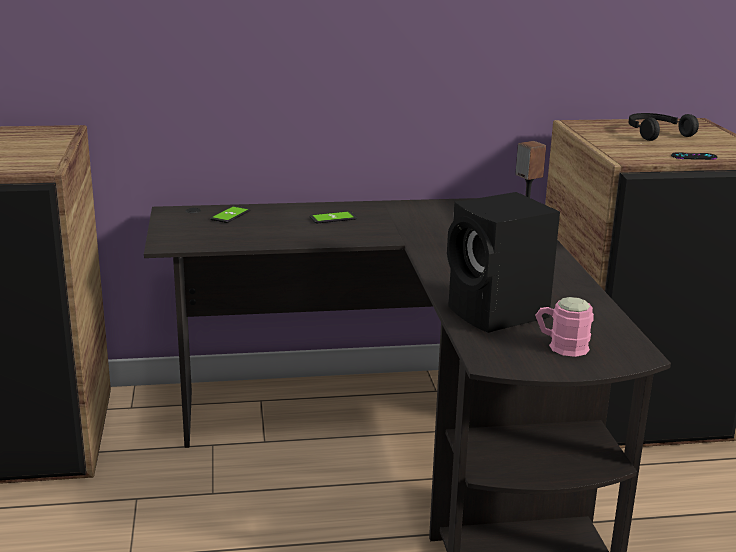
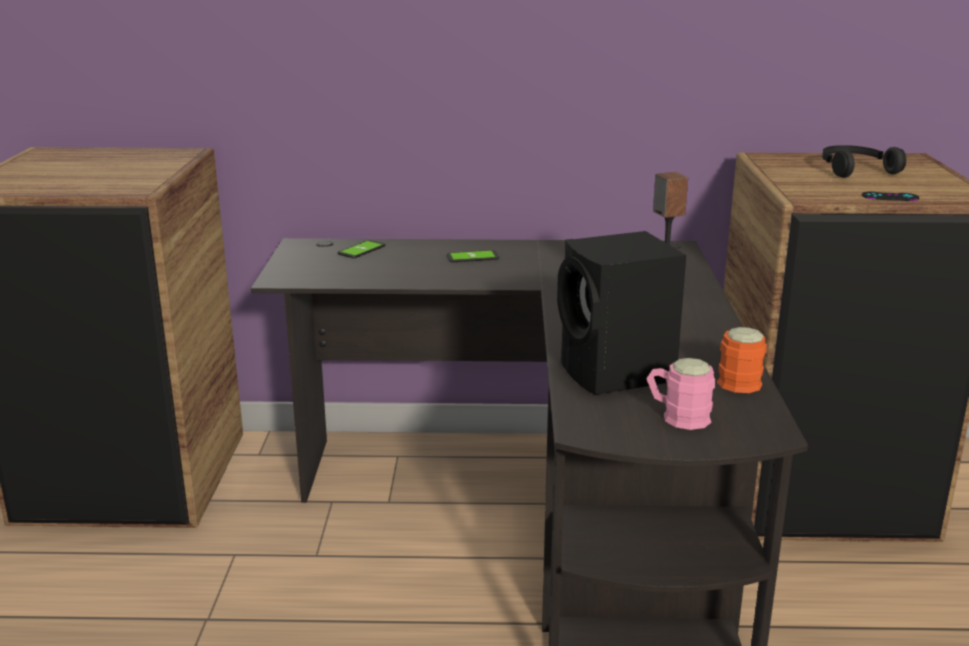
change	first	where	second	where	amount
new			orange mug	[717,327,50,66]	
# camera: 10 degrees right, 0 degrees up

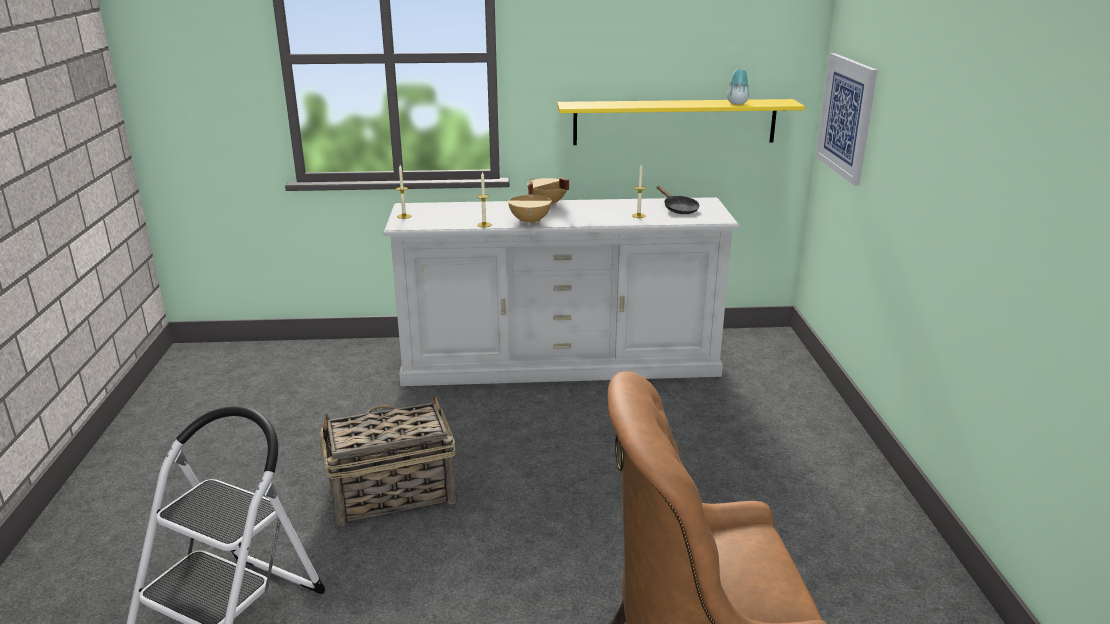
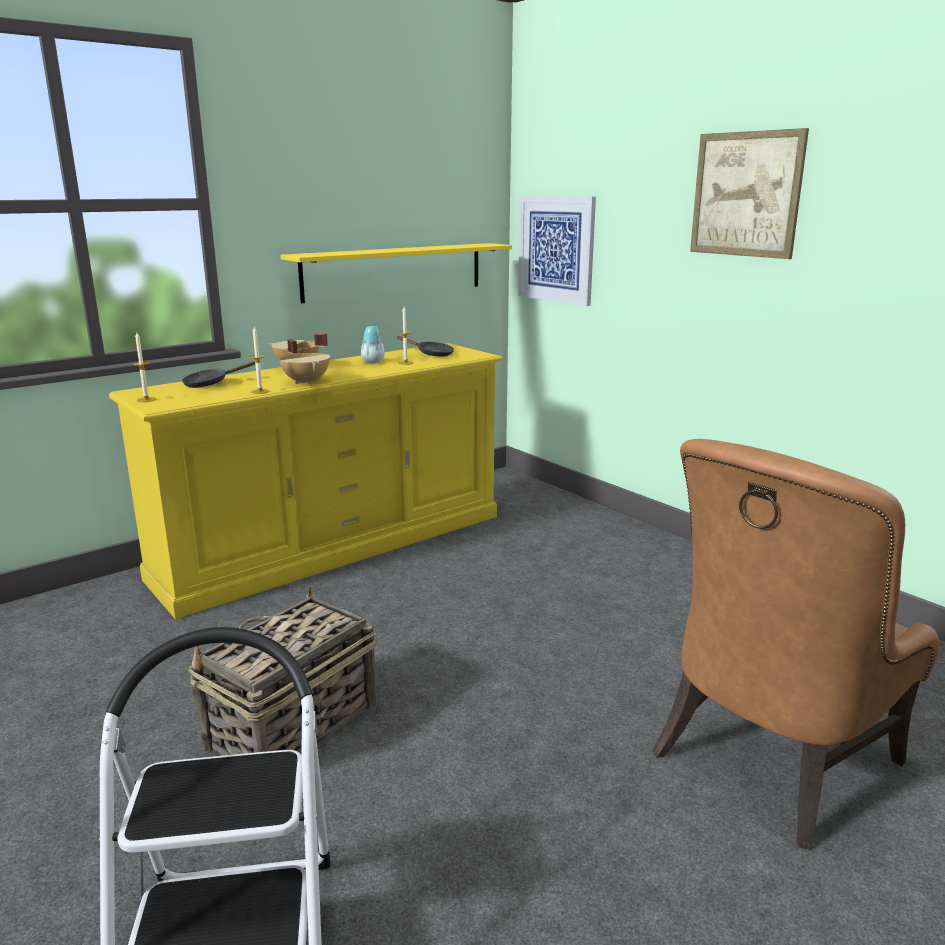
change	first	where	second	where	amount
shifted	vase	[727,70,22,34]		[361,326,24,37]	
repainted	white cabinet	[383,197,357,189]	yellow cabinet	[109,343,394,276]	
new			picture	[690,128,119,131]	
new			black frying pan	[182,361,73,27]	
# camera: 35 degrees left, 5 degrees down

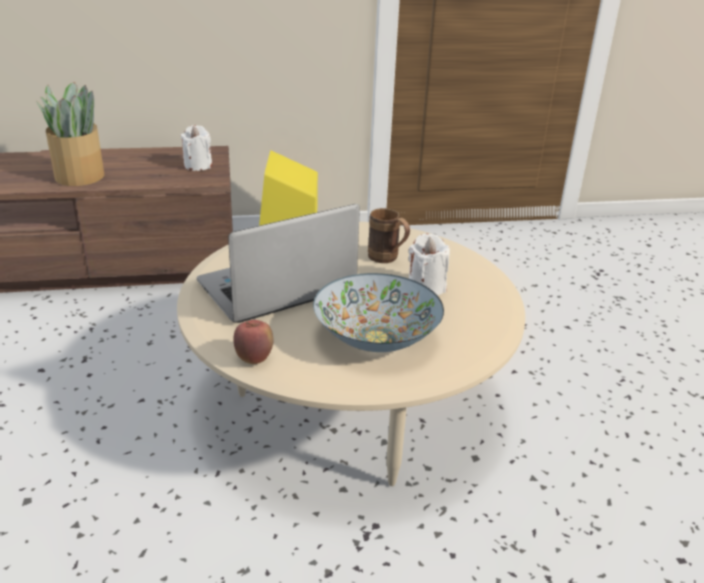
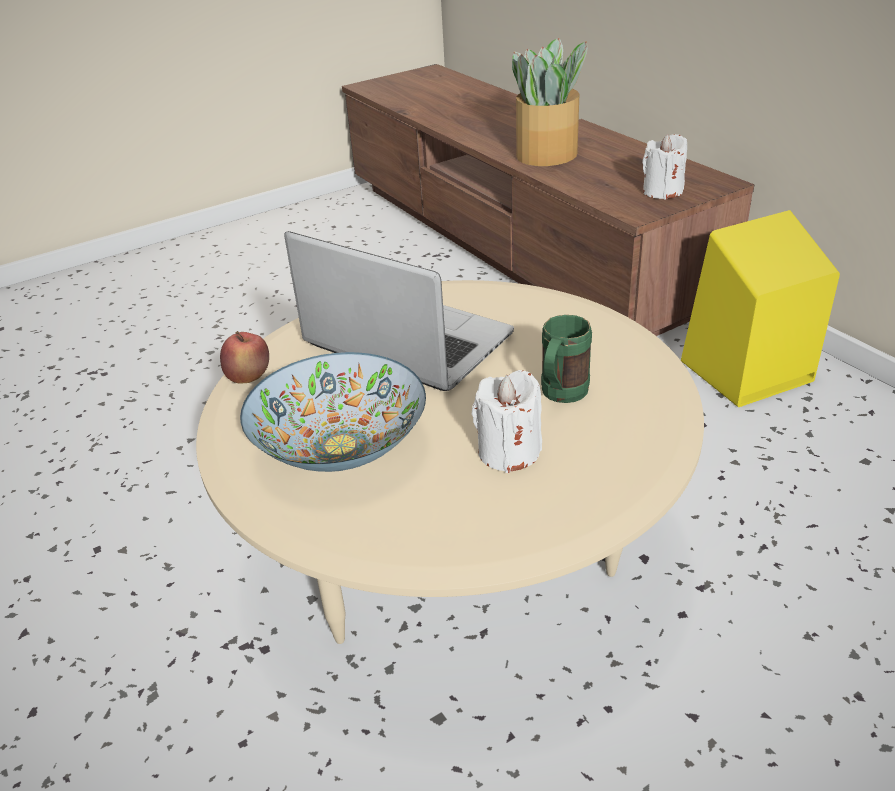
change	first	where	second	where	amount
repainted	brown mug	[368,208,42,55]	green mug	[541,315,51,88]	
# camera: 70 degrees right, 5 degrees up

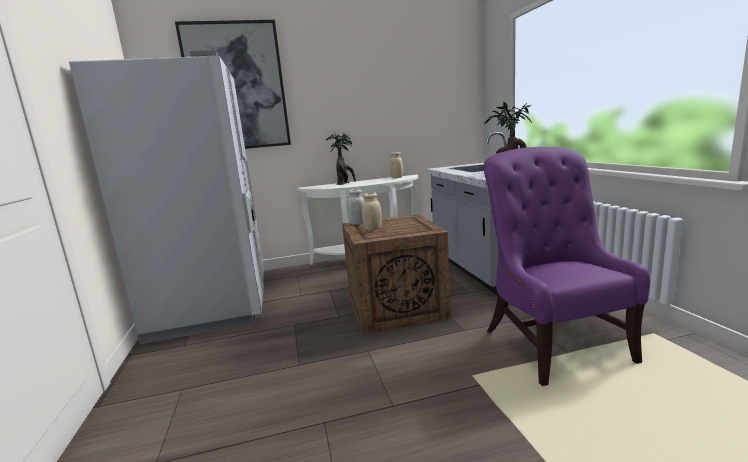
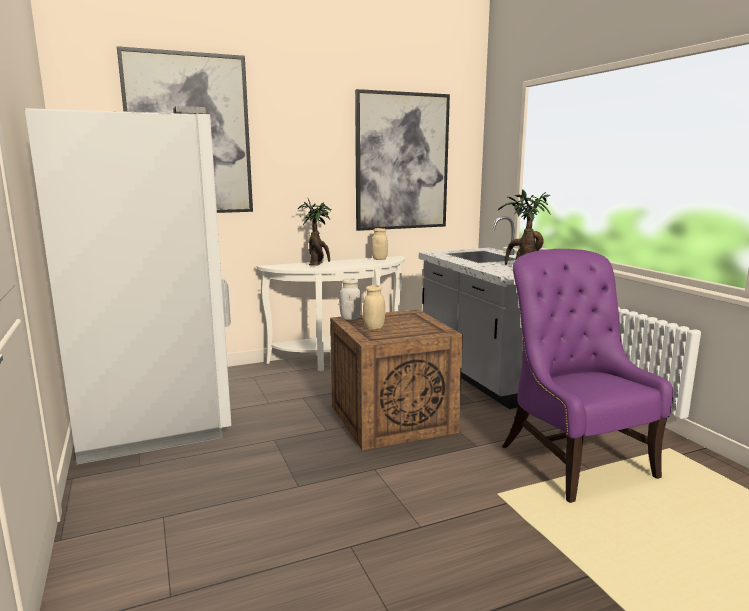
change	first	where	second	where	amount
new			picture	[355,89,95,142]	
# camera: 10 degrees left, 0 degrees up

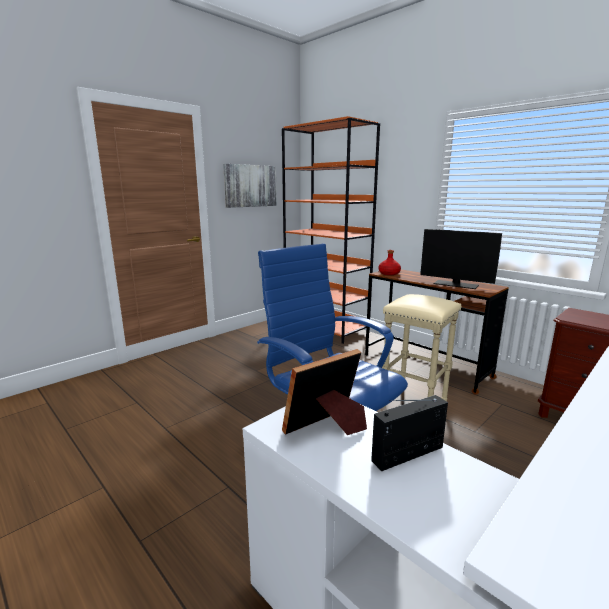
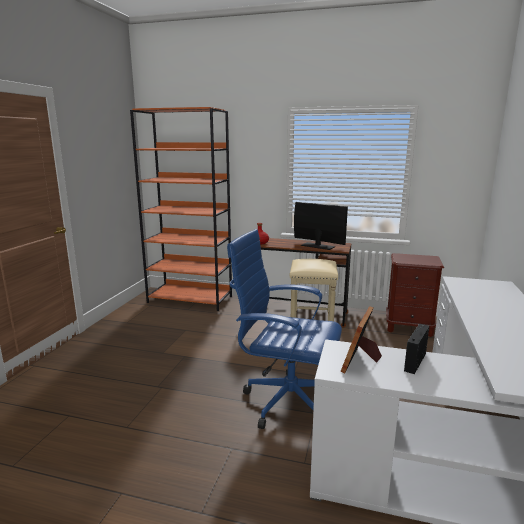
change	first	where	second	where	amount
gone	picture	[223,164,54,44]			
rotated	monitor	[420,229,82,60]		[294,202,54,48]	150 degrees counterclockwise
# camera: 30 degrees left, 0 degrees up

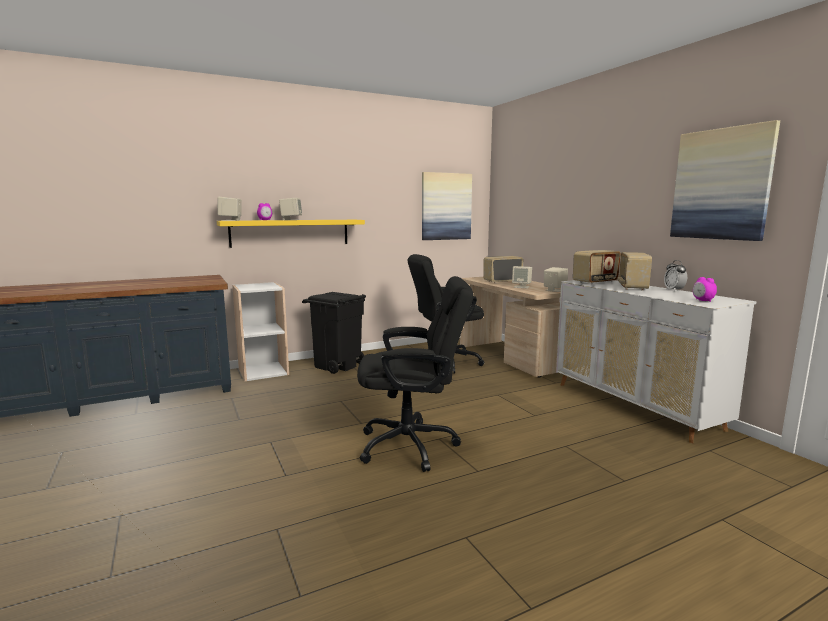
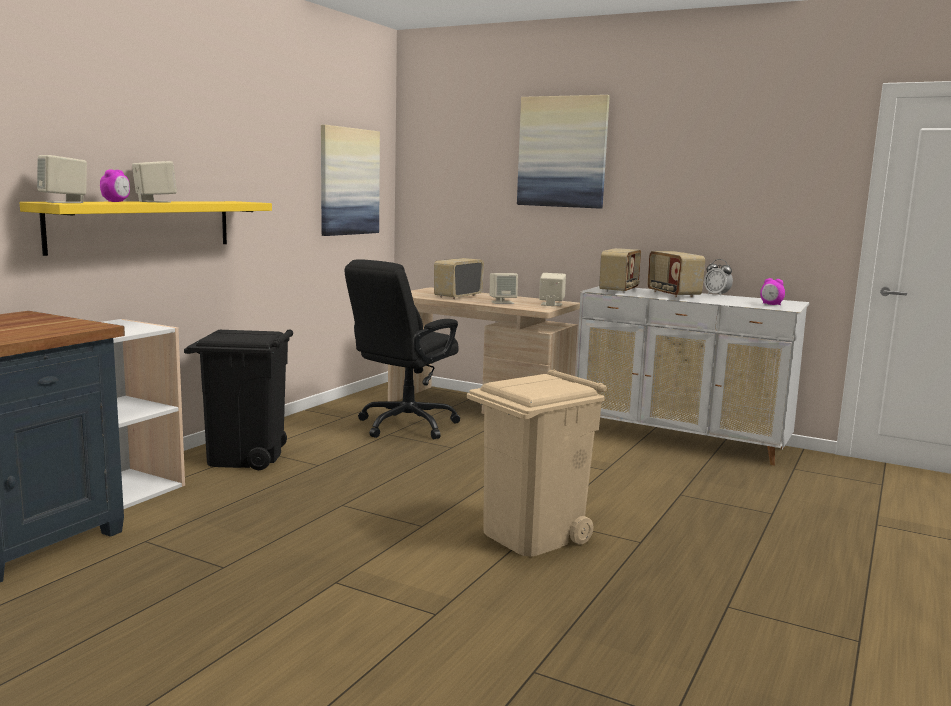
change	first	where	second	where	amount
shifted	picture	[670,120,110,121]		[517,95,93,113]	
swapped	black office chair	[357,276,117,196]	beige trash can	[467,369,140,188]	
# camera: 35 degrees left, 0 degrees up

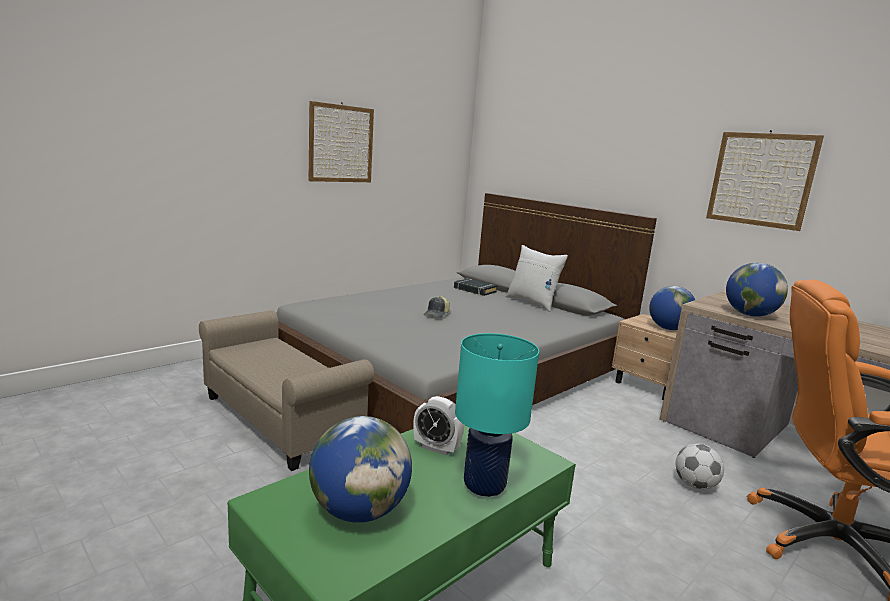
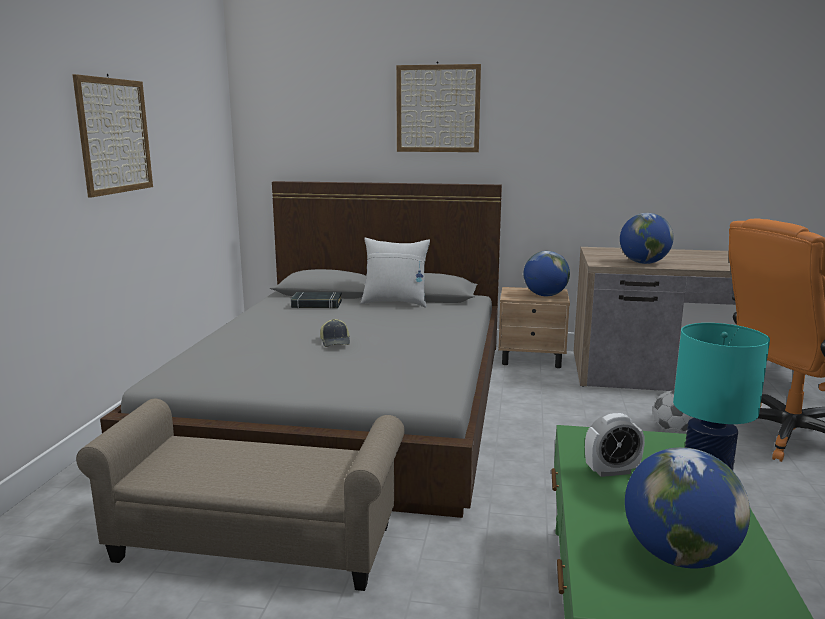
change	first	where	second	where	amount
shifted	picture	[706,130,118,101]		[396,61,85,91]	
# camera: 35 degrees left, 0 degrees up

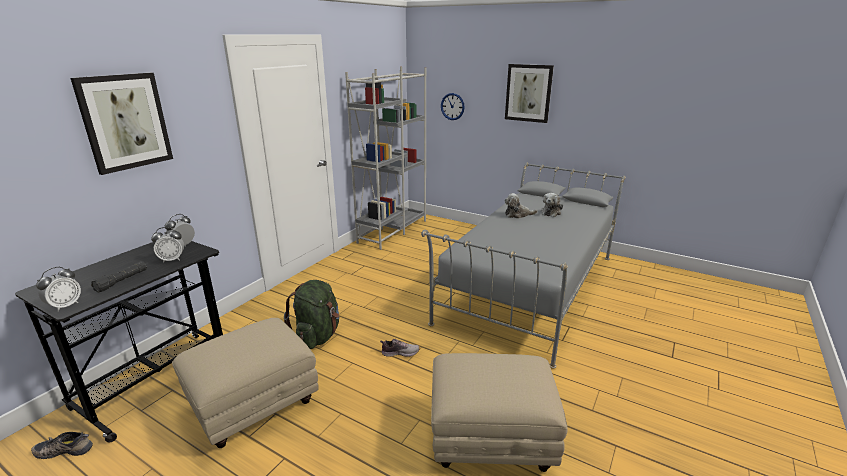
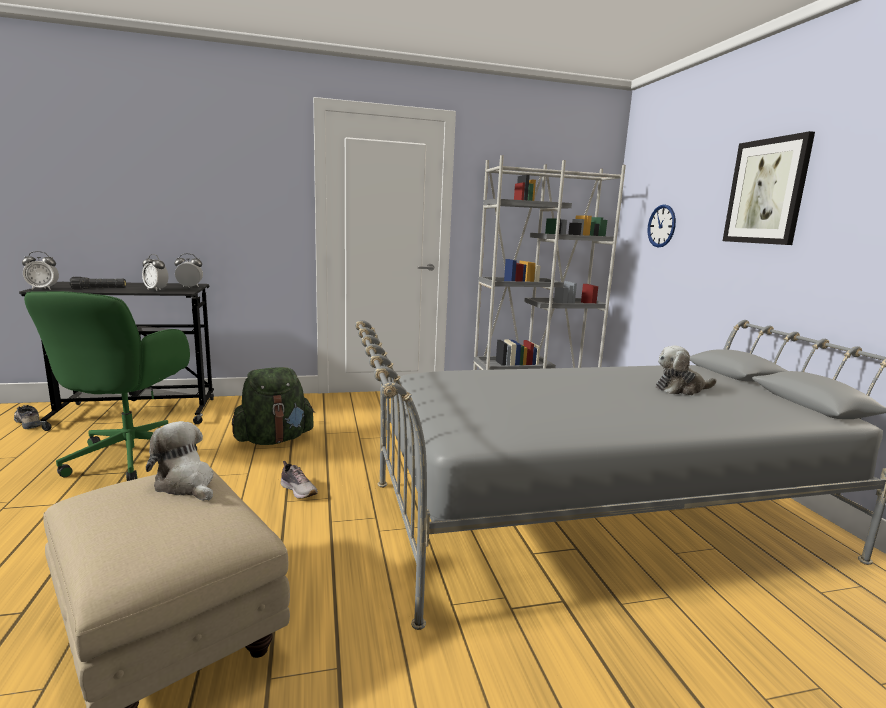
change	first	where	second	where	amount
gone	picture	[71,73,102,102]			
shifted	plush toy	[505,193,33,26]		[146,421,67,80]	
swapped	beige ottoman	[172,318,147,130]	green office chair	[24,291,173,190]	
# camera: 45 degrees right, 10 degrees down

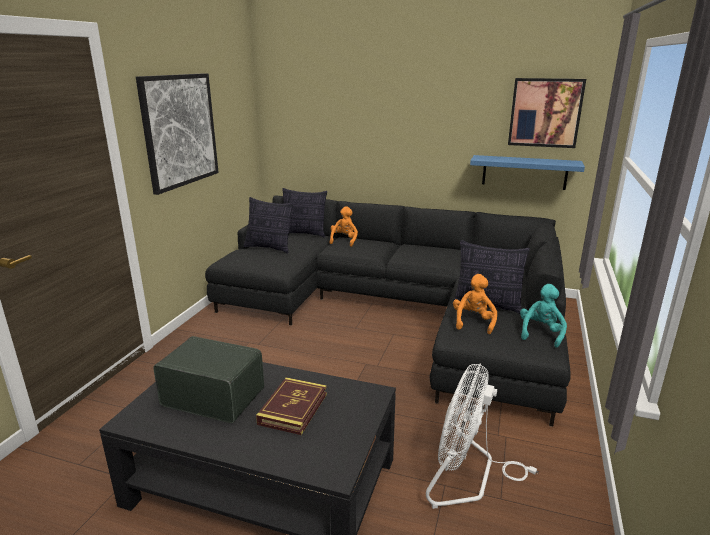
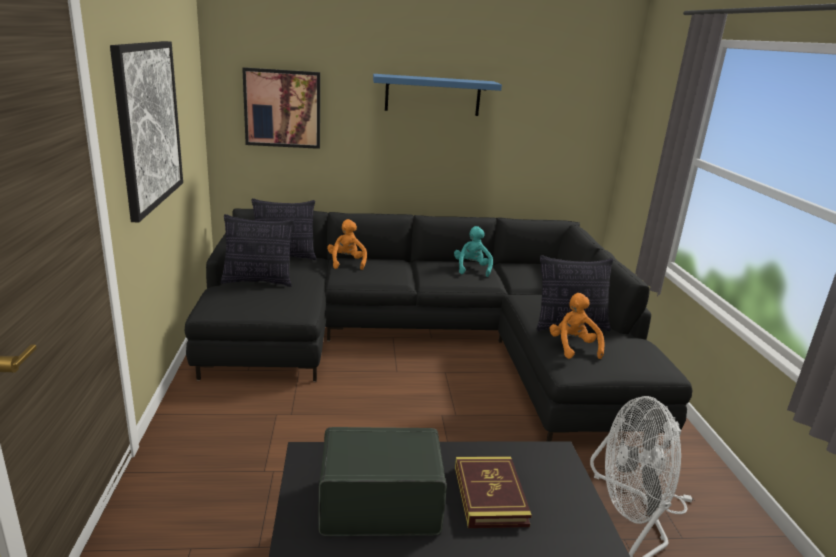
change	first	where	second	where	amount
shifted	picture	[508,78,78,70]		[242,67,78,82]	
shifted	blue shelf	[470,155,115,35]		[373,74,129,42]	
shifted	turquoise plush toy	[520,284,47,64]		[454,226,39,51]	
# camera: 25 degrees left, 0 degrees up

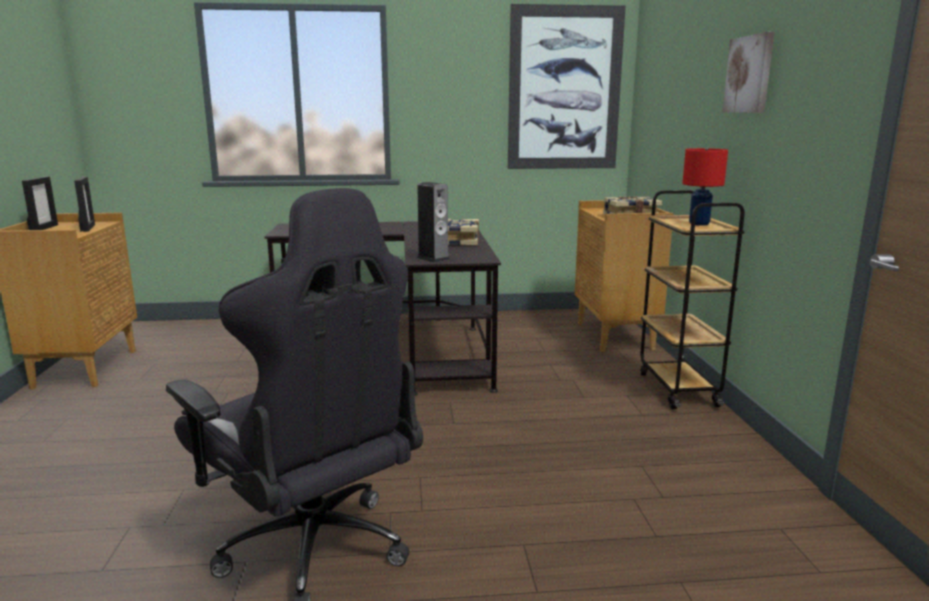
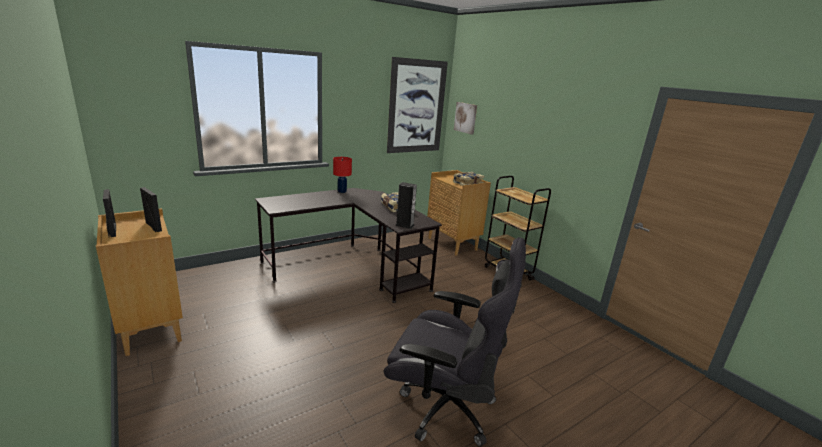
change	first	where	second	where	amount
shifted	picture	[722,32,52,81]		[454,102,23,33]	
shifted	red table lamp	[682,148,46,78]		[333,157,19,36]	
# camera: 30 degrees left, 5 degrees up

